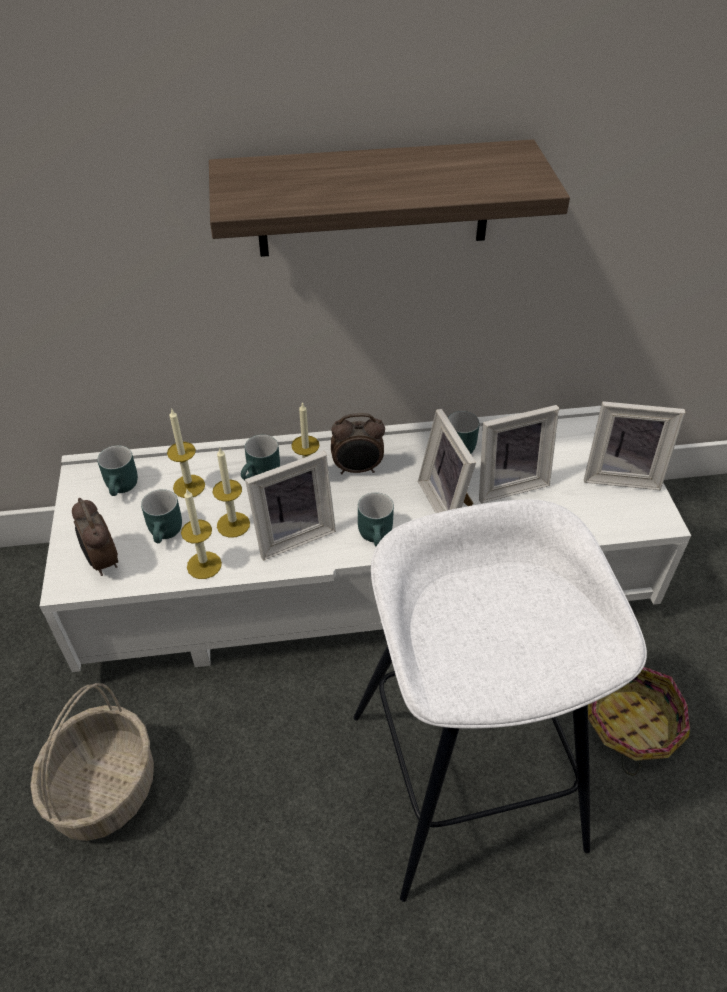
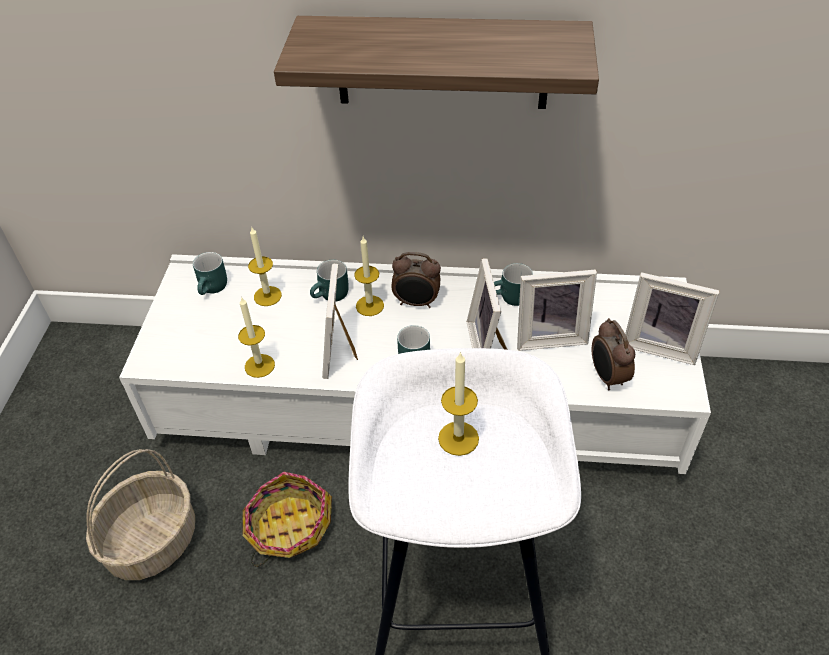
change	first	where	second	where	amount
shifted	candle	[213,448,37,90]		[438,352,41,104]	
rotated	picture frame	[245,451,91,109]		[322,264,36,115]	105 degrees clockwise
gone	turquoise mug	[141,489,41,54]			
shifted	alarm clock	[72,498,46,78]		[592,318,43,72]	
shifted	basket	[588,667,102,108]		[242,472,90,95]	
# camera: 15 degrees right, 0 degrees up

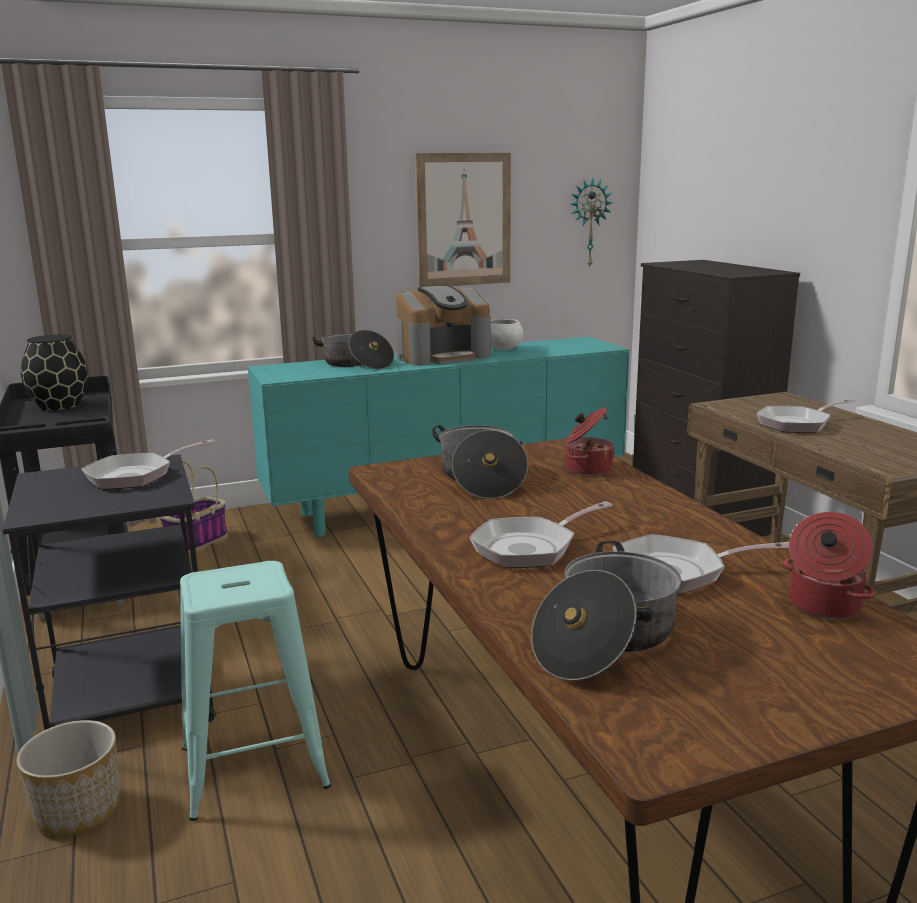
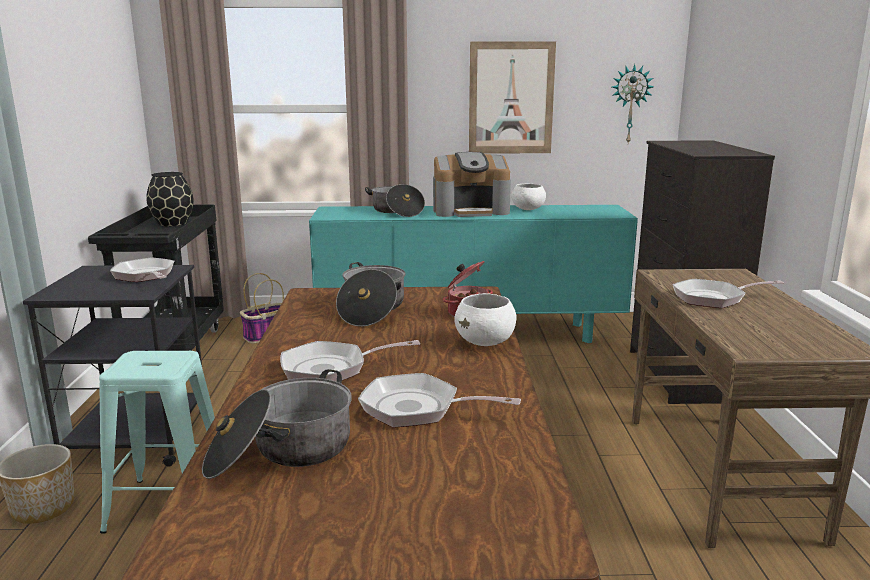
change	first	where	second	where	amount
rotated	frying pan	[81,439,134,50]		[110,257,64,25]	75 degrees clockwise
gone	cooking pot	[783,512,93,108]			
new			white bowl	[454,293,62,53]	
# camera: 20 degrees right, 0 degrees up

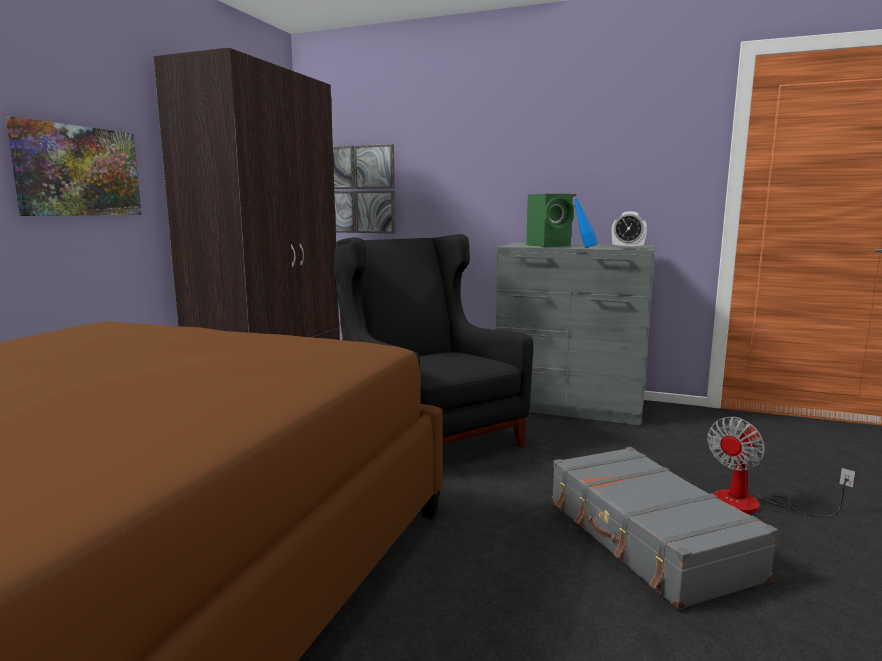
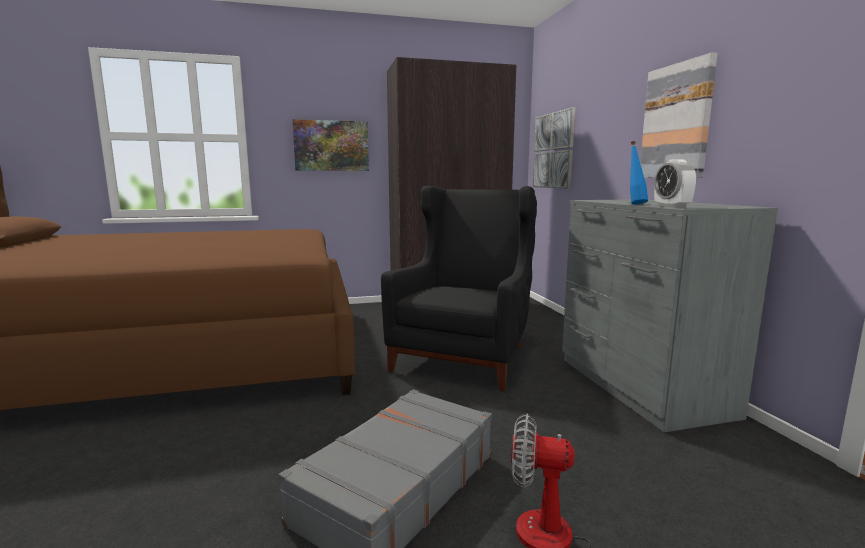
change	first	where	second	where	amount
gone	green speaker	[526,194,48,53]			
new			picture	[640,52,78,126]	
# camera: 55 degrees right, 0 degrees up

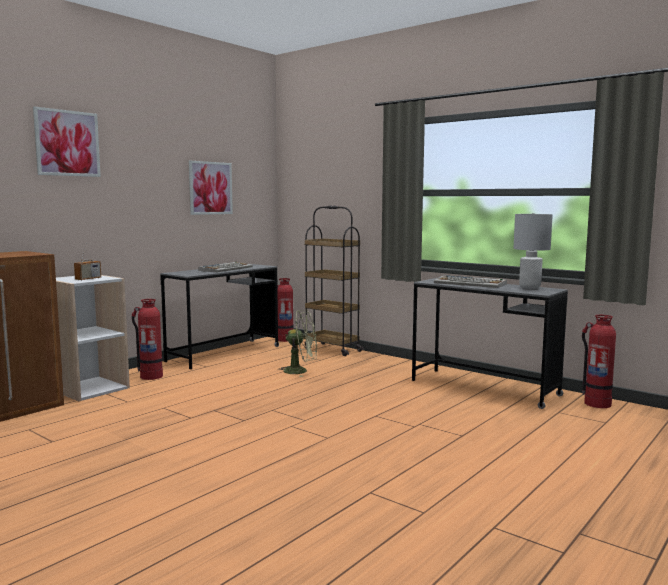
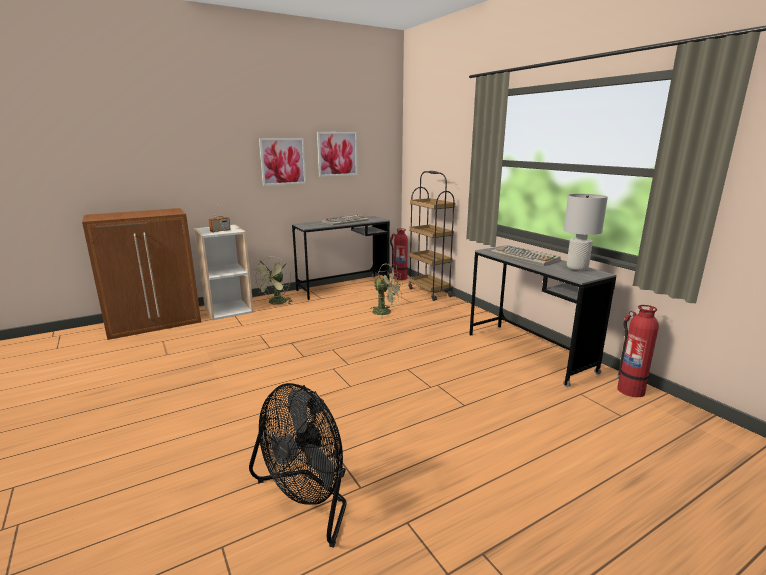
change	first	where	second	where	amount
shifted	picture	[33,106,68,71]		[259,138,47,48]	
swapped	fire extinguisher	[132,299,31,81]	green fan	[252,256,41,49]	
new			black fan	[249,383,98,165]	
# camera: 20 degrees right, 10 degrees up

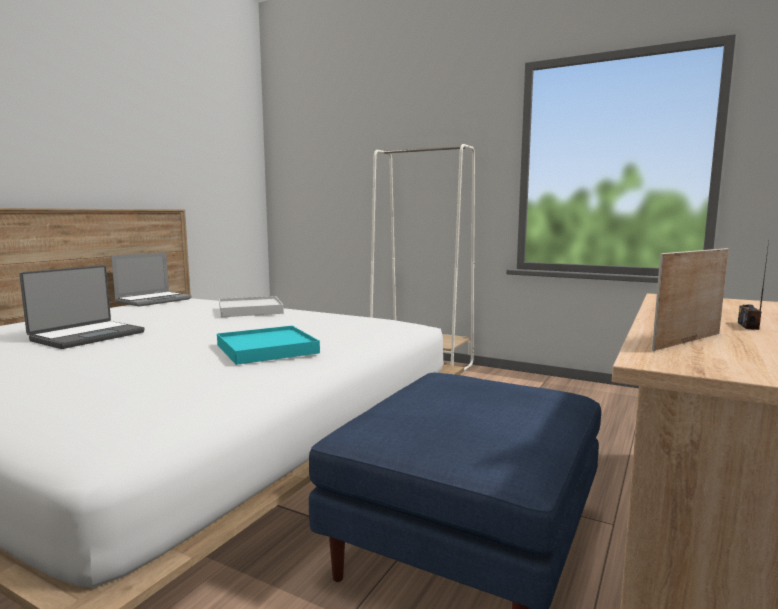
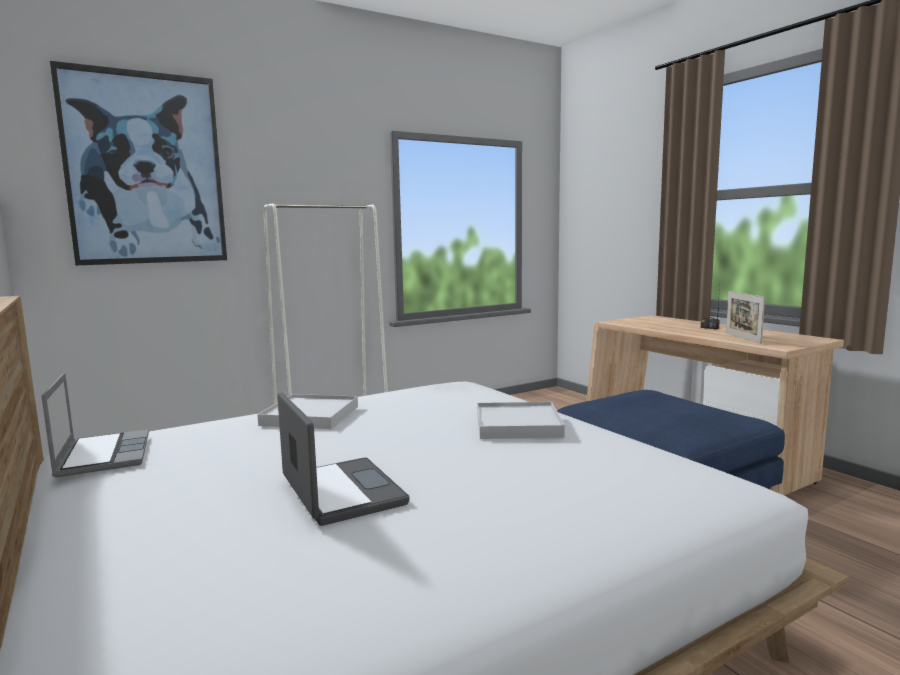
change	first	where	second	where	amount
repainted	turquoise tray	[217,326,103,39]	white tray	[477,402,88,37]	
new			picture	[50,61,177,204]	
# camera: 60 degrees left, 0 degrees up

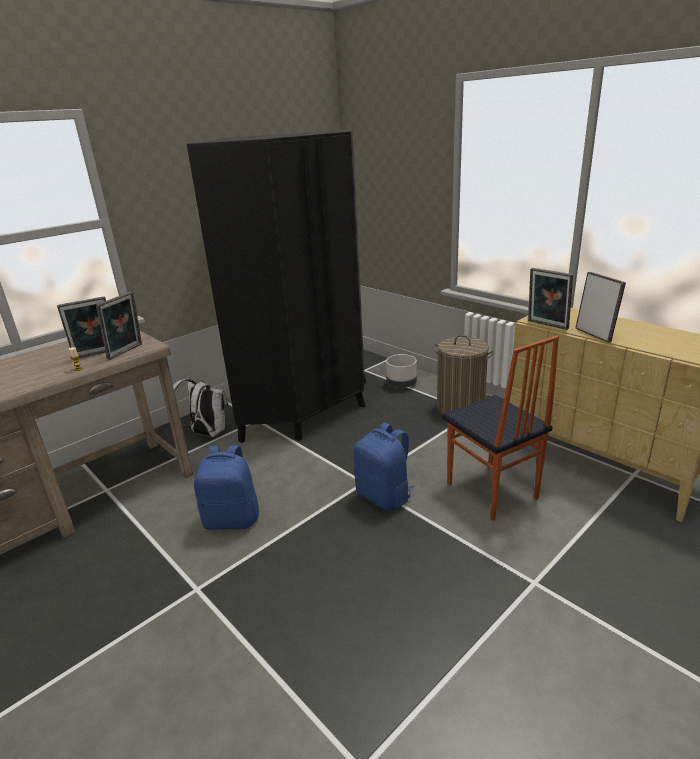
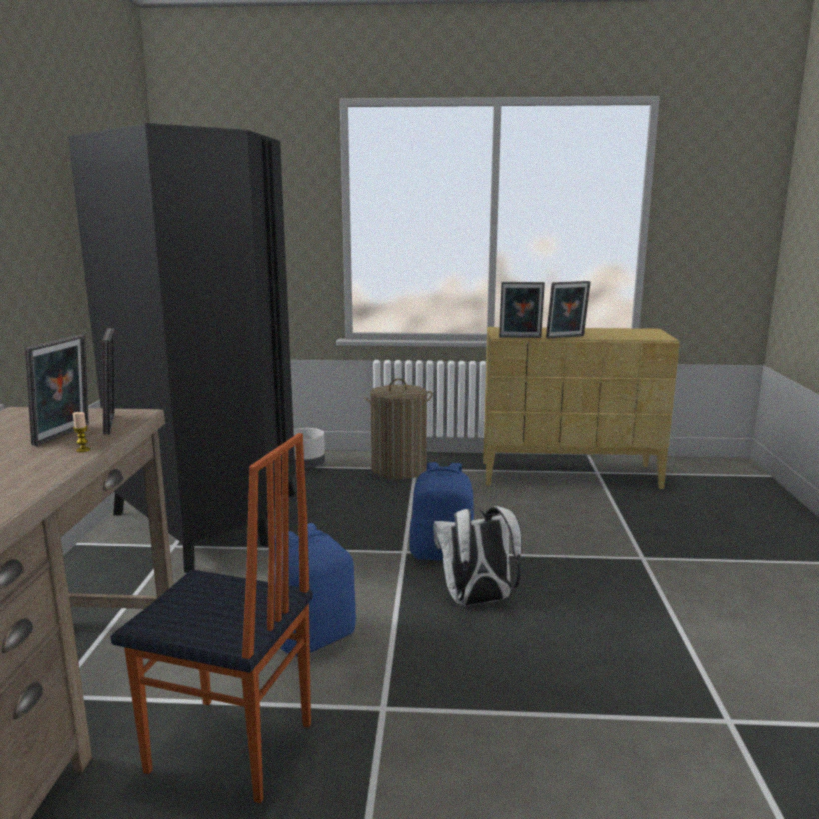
change	first	where	second	where	amount
rotated	picture frame	[576,272,50,71]		[546,281,45,57]	135 degrees clockwise
shifted	chair	[442,336,117,185]		[110,433,203,370]	
shifted	white backpack	[173,379,55,58]		[433,506,89,100]	
# camera: 45 degrees left, 10 degrees down

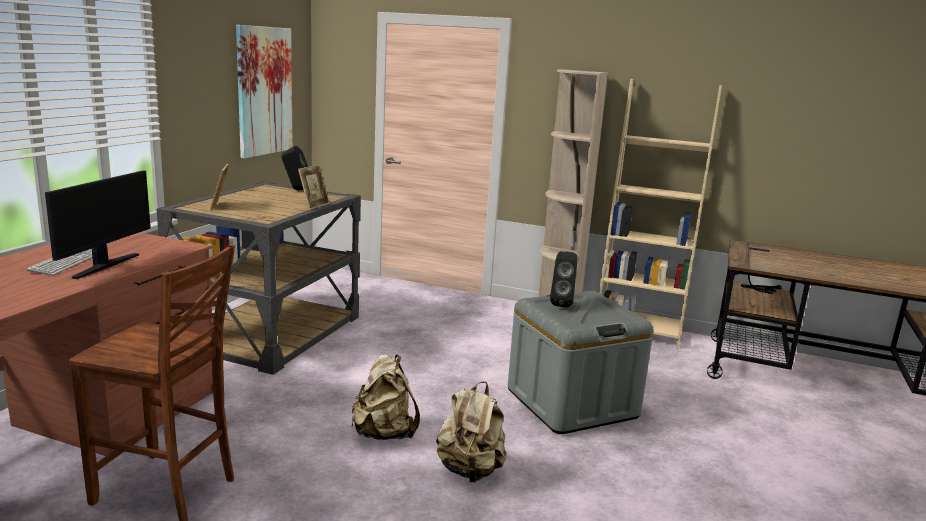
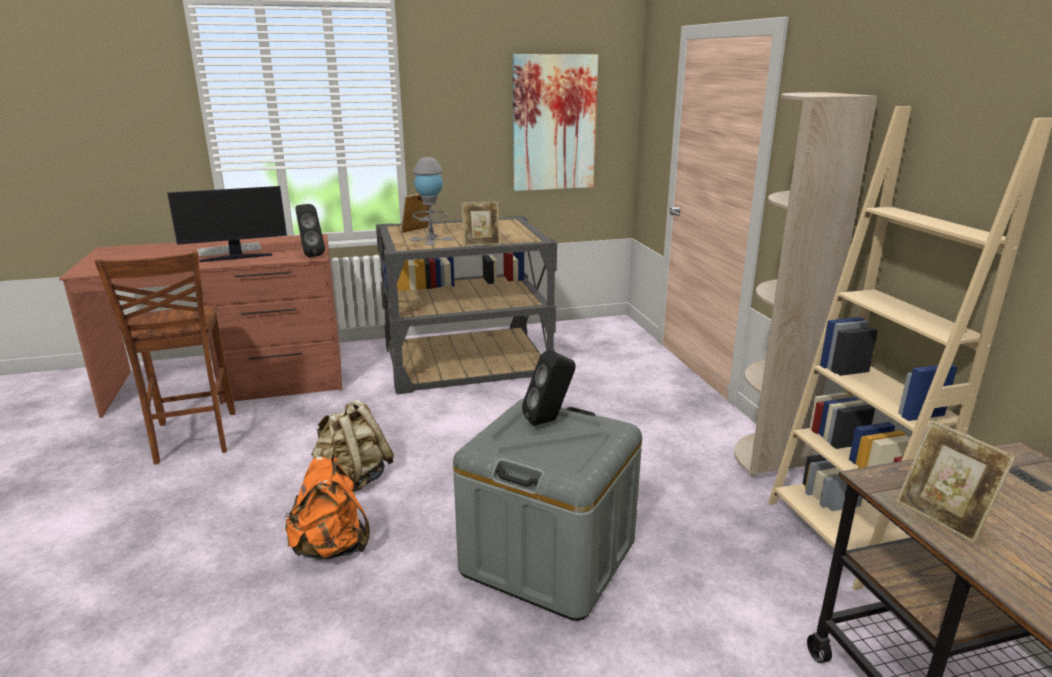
change	first	where	second	where	amount
shifted	black speaker	[281,146,27,44]		[295,204,30,53]	
repainted	beige backpack	[436,381,71,101]	orange backpack	[285,456,85,104]	
new			grey table lamp	[410,157,43,88]	
new			picture frame	[896,420,120,124]	
# camera: 55 degrees right, 5 degrees up

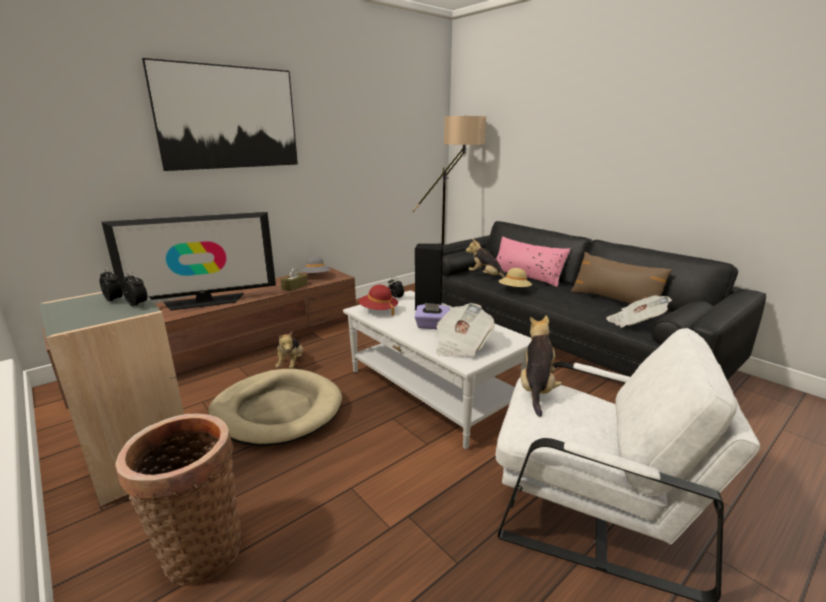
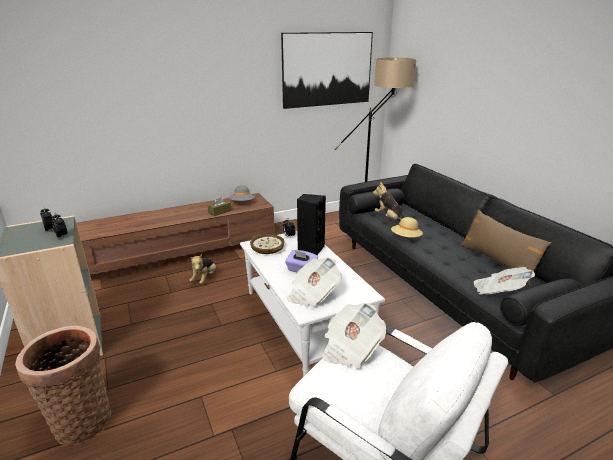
change	first	where	second	where	amount
shifted	picture	[142,58,156,113]		[281,32,92,77]	
gone	television	[101,212,175,99]			
gone	pink pillow	[496,237,75,50]			
swapped	red hat	[359,285,39,31]	bowl	[250,234,35,20]	
swapped	plush toy	[521,316,41,101]	newspaper	[322,303,64,65]	
gone	beige dog bed	[208,369,134,77]			
# camera: 15 degrees right, 5 degrees up

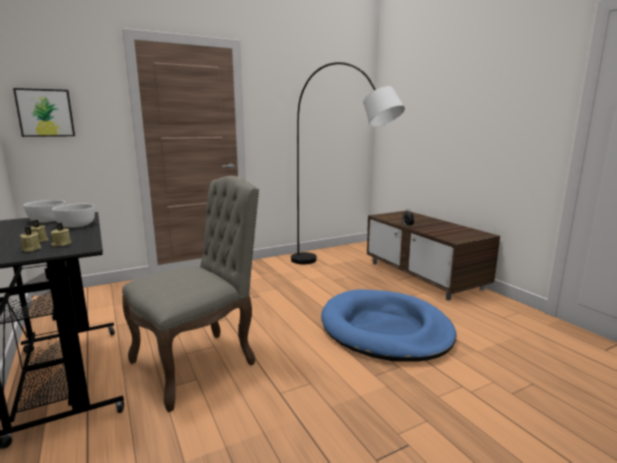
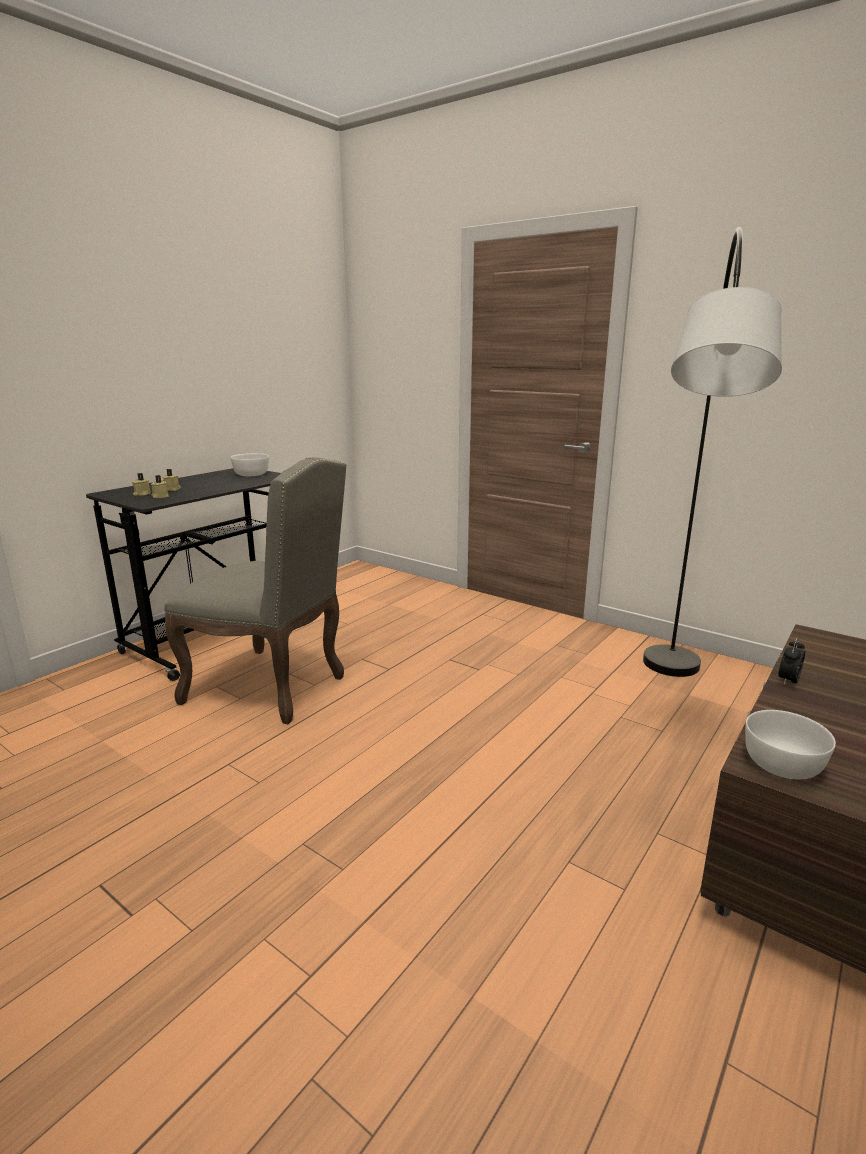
change	first	where	second	where	amount
gone	picture	[13,88,62,49]			
shifted	white bowl	[52,204,43,23]		[745,710,91,69]	
gone	blue dog bed	[321,290,136,72]			
# camera: 65 degrees right, 5 degrees up

